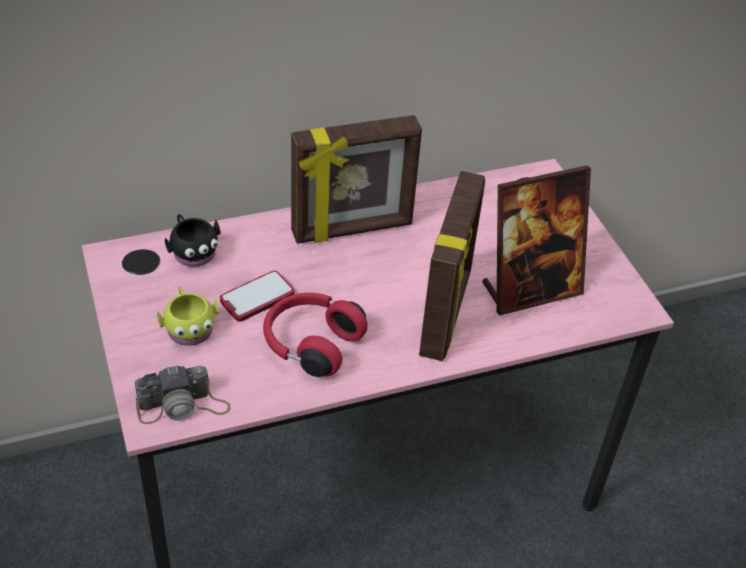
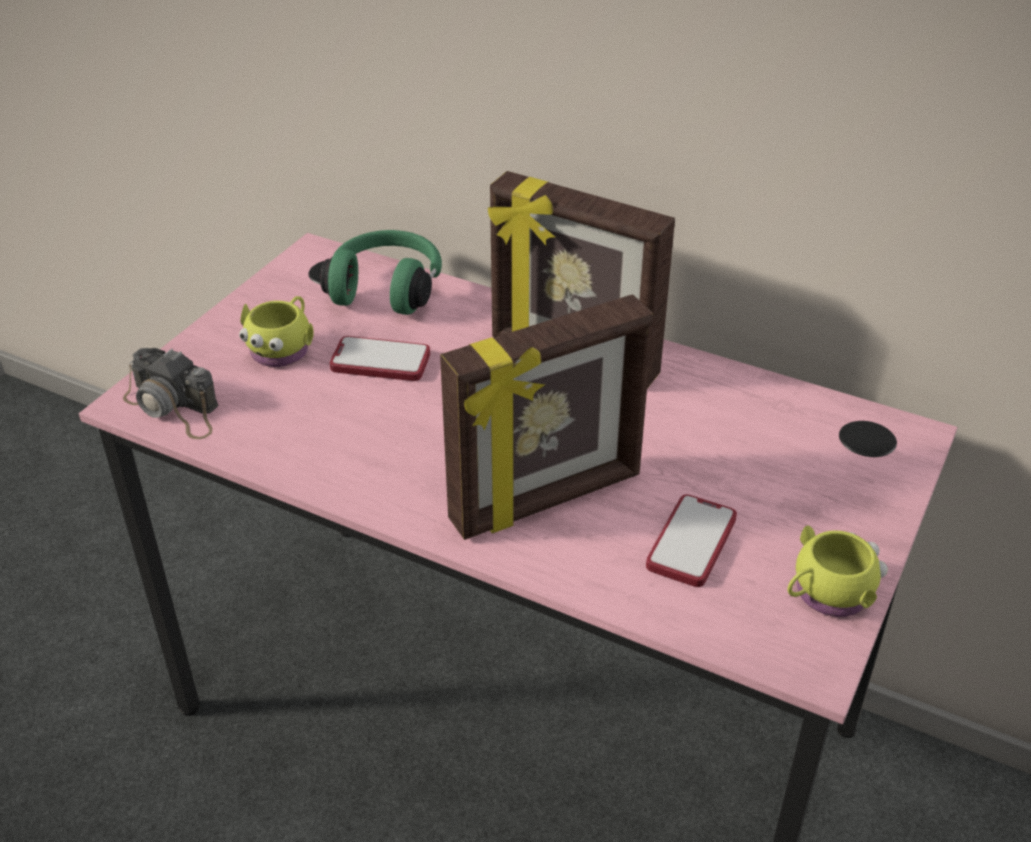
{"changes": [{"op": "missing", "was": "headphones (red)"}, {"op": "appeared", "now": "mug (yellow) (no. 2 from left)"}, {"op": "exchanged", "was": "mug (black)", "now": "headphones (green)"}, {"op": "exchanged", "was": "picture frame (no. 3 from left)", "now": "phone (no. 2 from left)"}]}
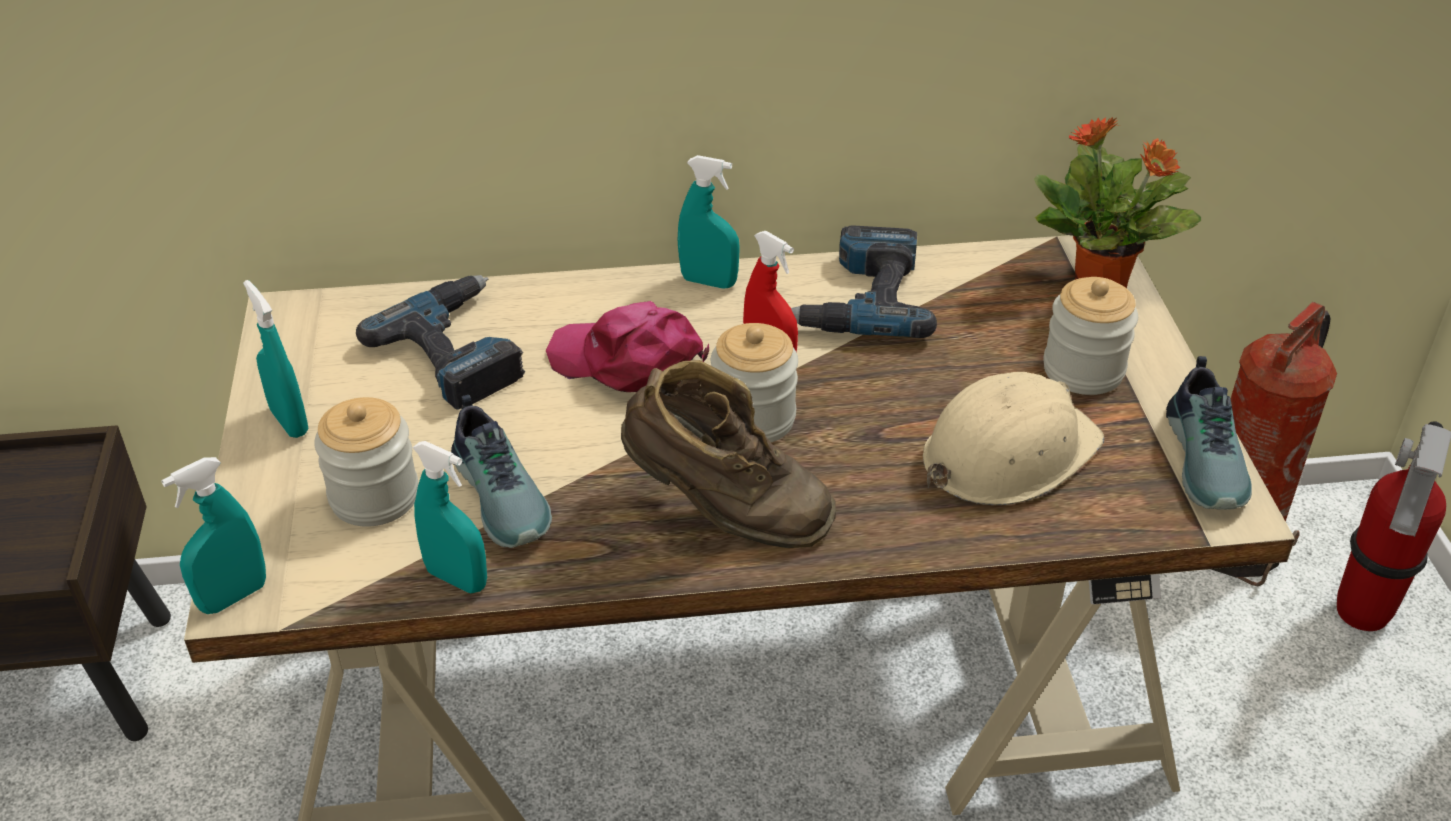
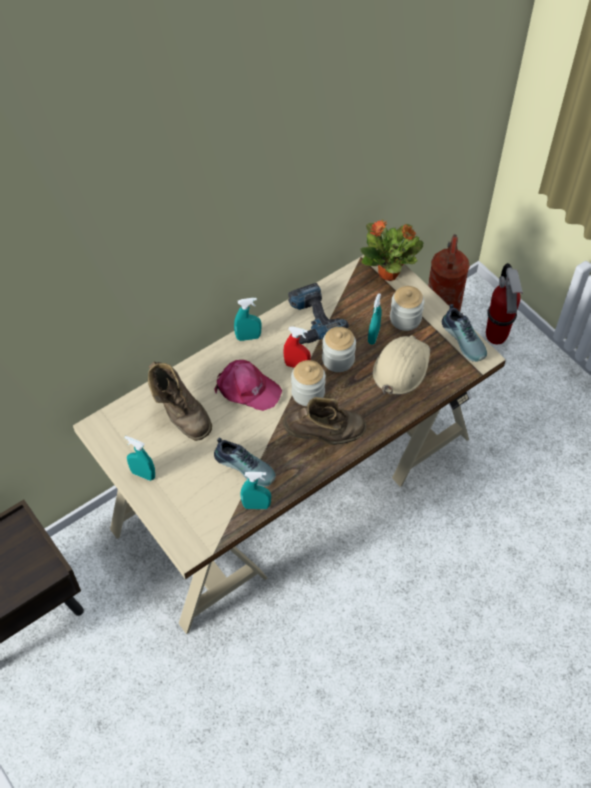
{"changes": [{"op": "relocated", "was": "spray bottle (turquoise) (no. 1 from left in the first image)", "now": "spray bottle (turquoise) (no. 4 from left)"}, {"op": "relocated", "was": "jar (no. 1 from left in the first image)", "now": "jar (no. 2 from left)"}, {"op": "exchanged", "was": "power drill (no. 1 from left)", "now": "boot (brown) (no. 1 from left)"}, {"op": "spun", "was": "cap (pink)", "clockwise": -150}]}
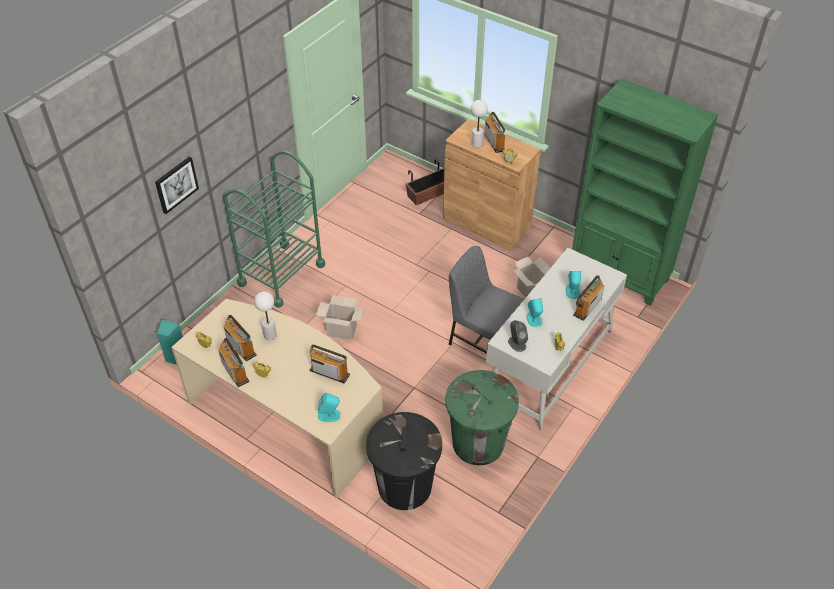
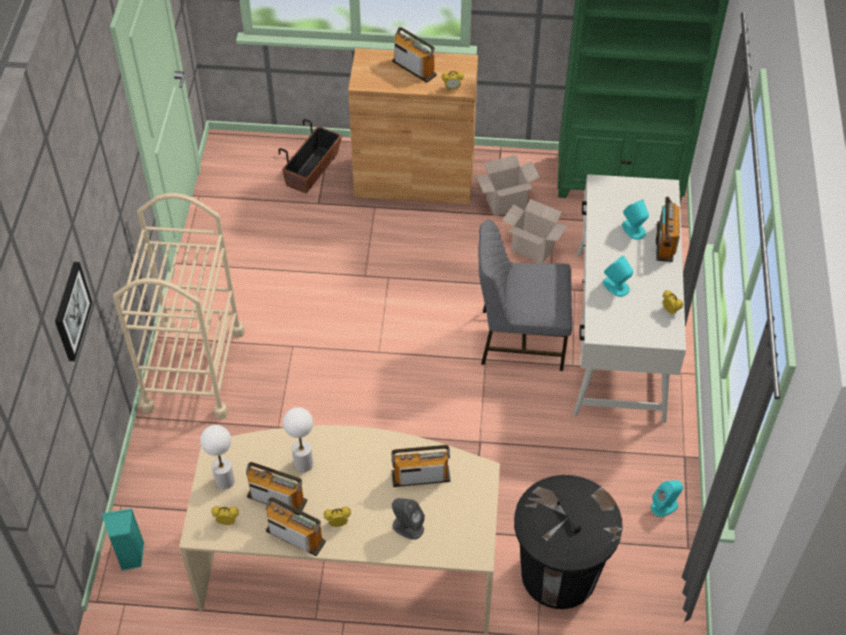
{"changes": [{"op": "missing", "was": "trash can (green)"}, {"op": "relocated", "was": "cardboard box (no. 1 from left)"}, {"op": "relocated", "was": "speaker (turquoise) (no. 2 from left in the first image)", "now": "speaker (turquoise) (no. 4 from left)"}, {"op": "relocated", "was": "table lamp (white) (no. 2 from left in the first image)", "now": "table lamp (white) (no. 1 from left)"}, {"op": "relocated", "was": "speaker (grey)"}, {"op": "colour", "was": "cart (green)", "now": "cart (beige)"}]}
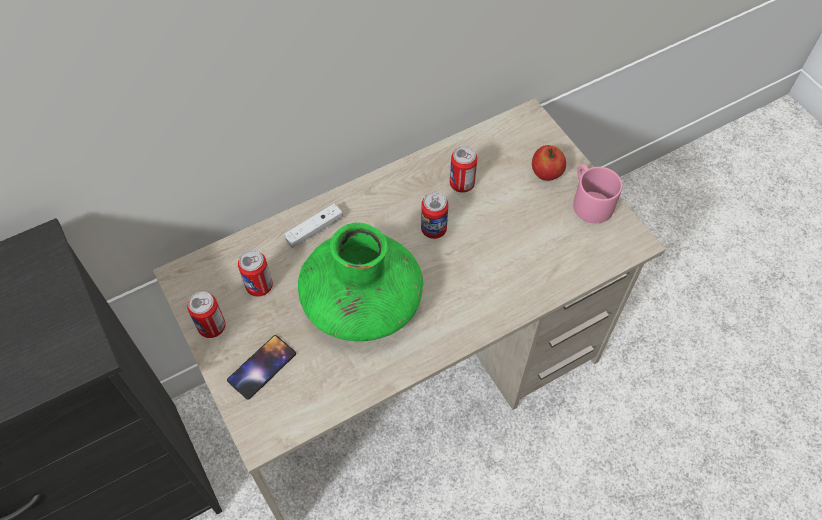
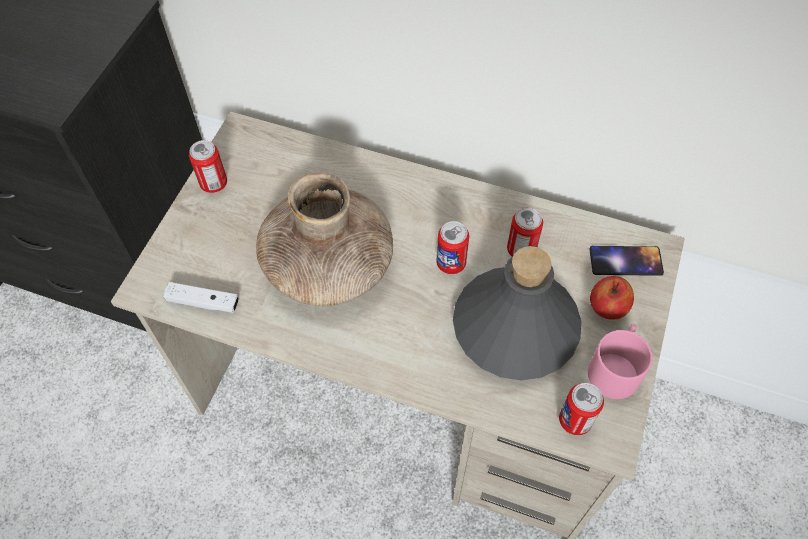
{"changes": [{"op": "appeared", "now": "bottle (grey)"}, {"op": "relocated", "was": "phone"}, {"op": "relocated", "was": "can (no. 2 from left in the first image)", "now": "can (no. 4 from left)"}, {"op": "relocated", "was": "game controller (white)"}, {"op": "colour", "was": "vase (green)", "now": "vase (brown)"}]}
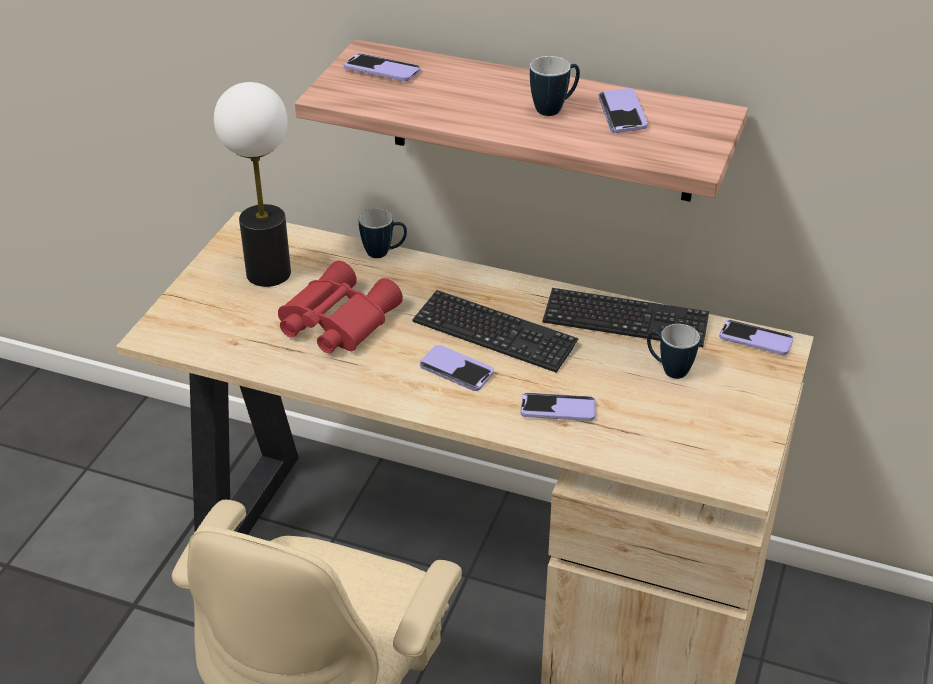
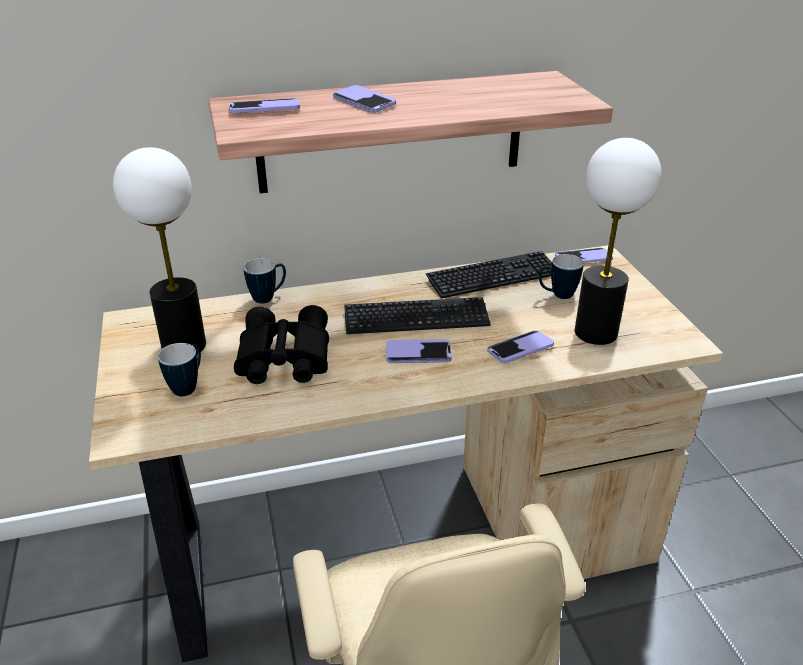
{"changes": [{"op": "appeared", "now": "table lamp (no. 2 from left)"}, {"op": "relocated", "was": "mug (no. 2 from left in the first image)", "now": "mug (no. 1 from left)"}, {"op": "relocated", "was": "phone (no. 4 from left in the first image)", "now": "phone (no. 2 from left)"}, {"op": "colour", "was": "binoculars (red)", "now": "binoculars (black)"}]}
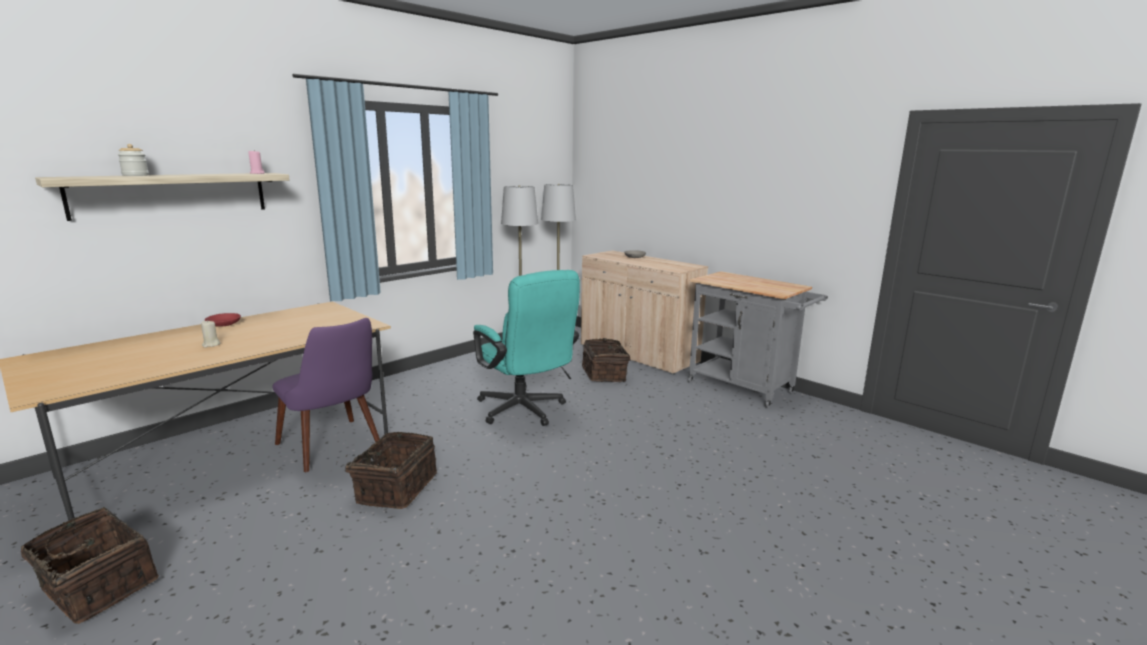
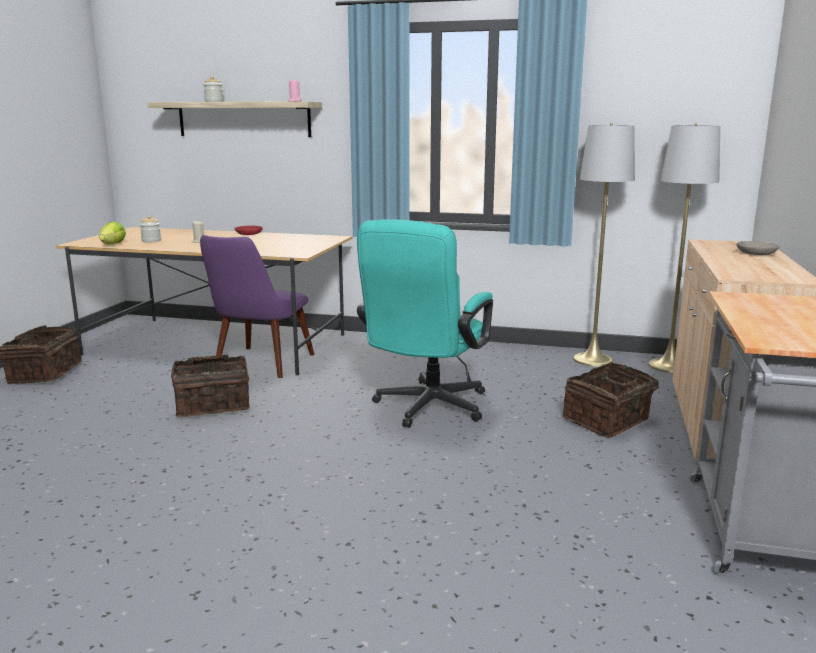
{"changes": [{"op": "appeared", "now": "lettuce"}, {"op": "appeared", "now": "jar (no. 1 from left)"}]}
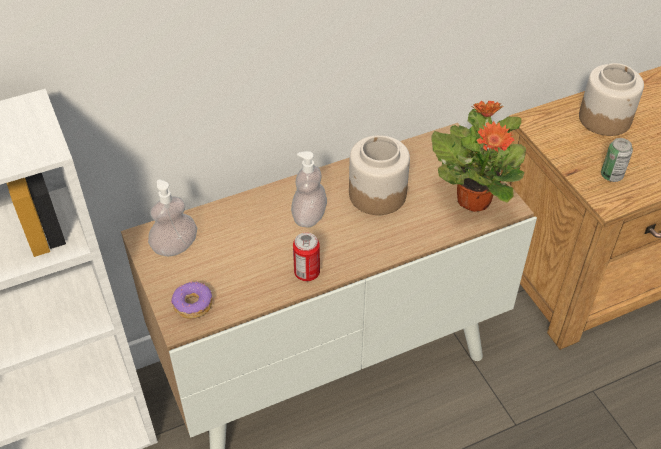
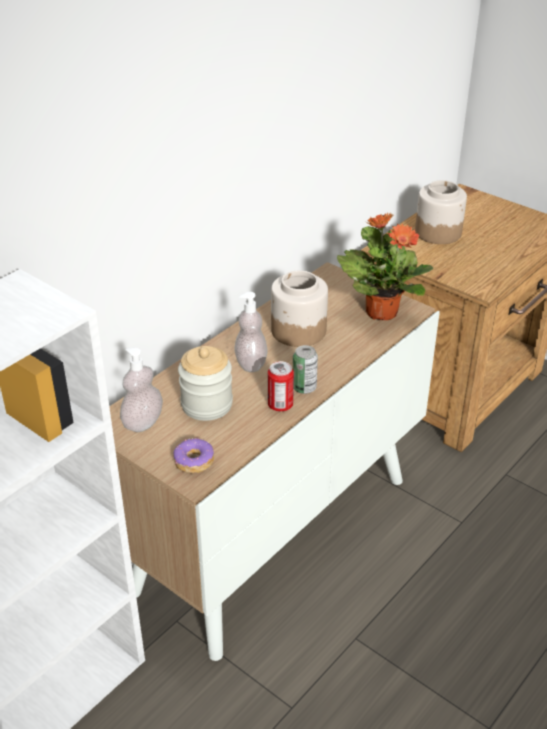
{"changes": [{"op": "appeared", "now": "jar (no. 1 from left)"}, {"op": "relocated", "was": "can (no. 2 from left)"}]}
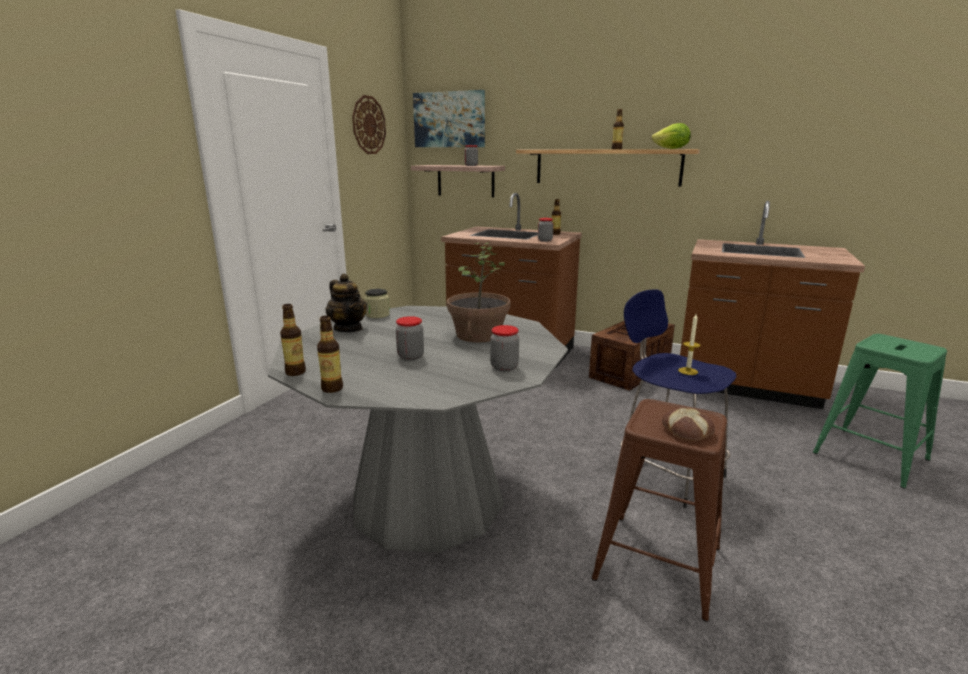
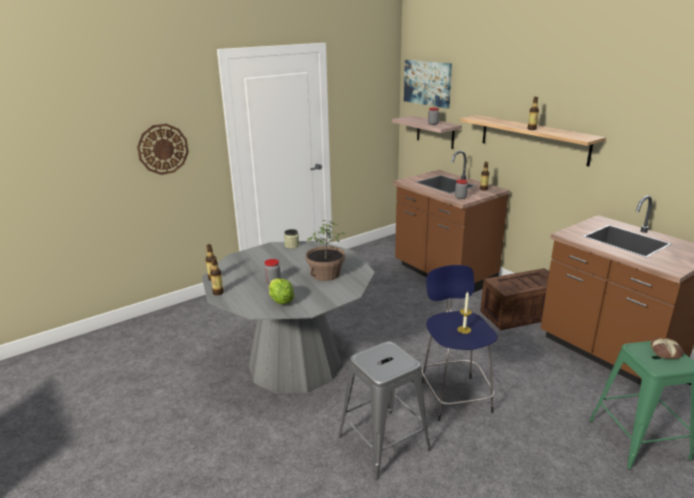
{"changes": [{"op": "missing", "was": "teapot"}, {"op": "missing", "was": "jar (no. 4 from left)"}, {"op": "relocated", "was": "wall clock"}, {"op": "relocated", "was": "lettuce"}, {"op": "relocated", "was": "bread"}, {"op": "colour", "was": "stool (brown)", "now": "stool (grey)"}]}
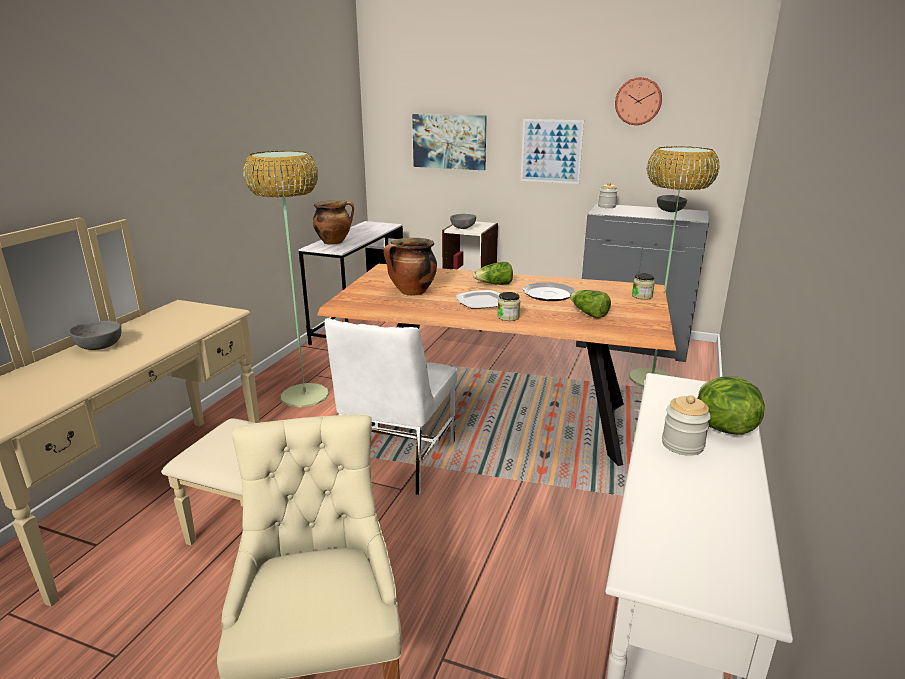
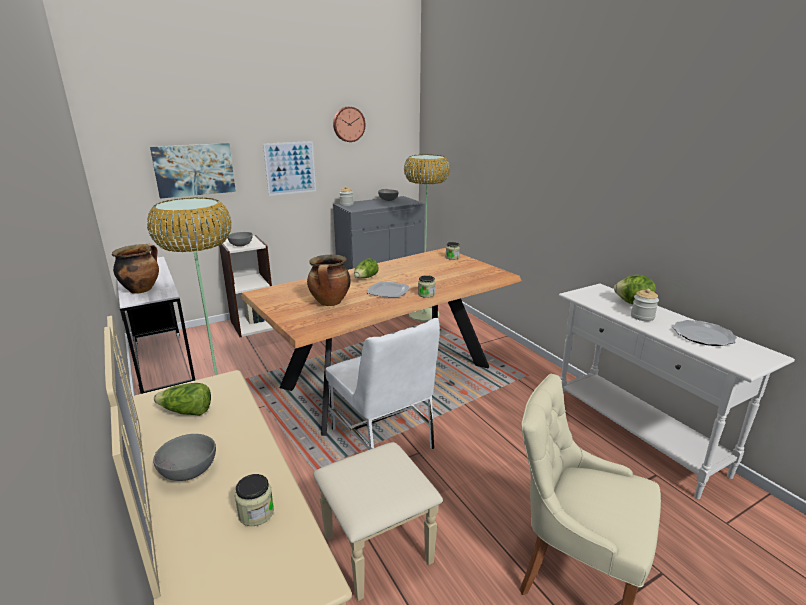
{"changes": [{"op": "appeared", "now": "jar (no. 1 from left)"}, {"op": "relocated", "was": "plate (no. 2 from left)"}, {"op": "relocated", "was": "lettuce (no. 2 from left in the first image)", "now": "lettuce (no. 1 from left)"}]}
